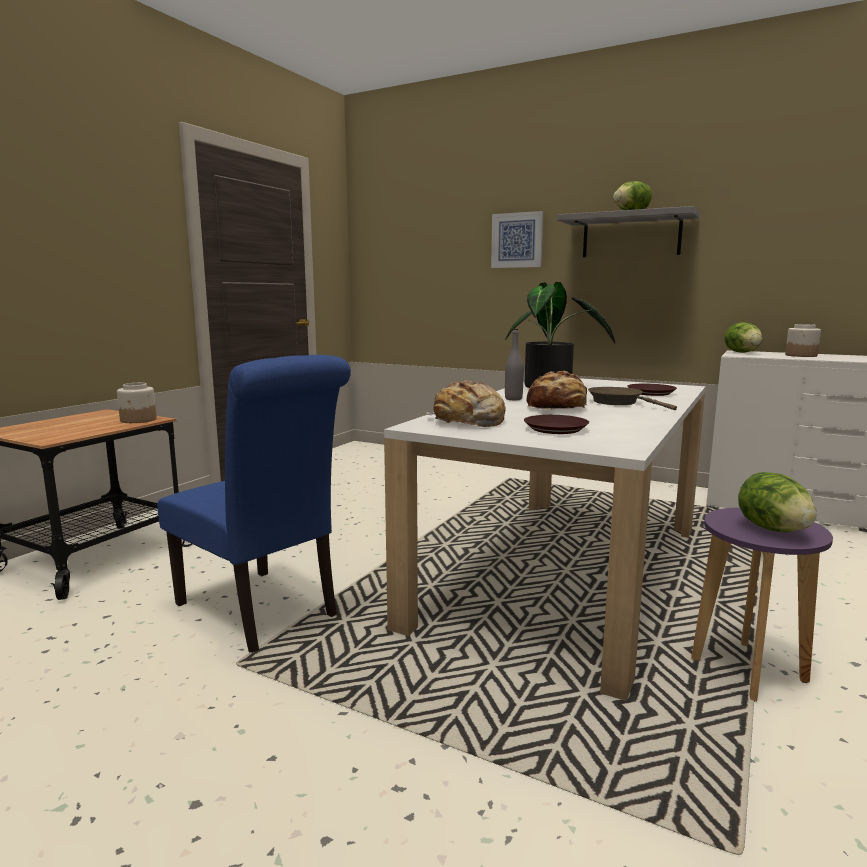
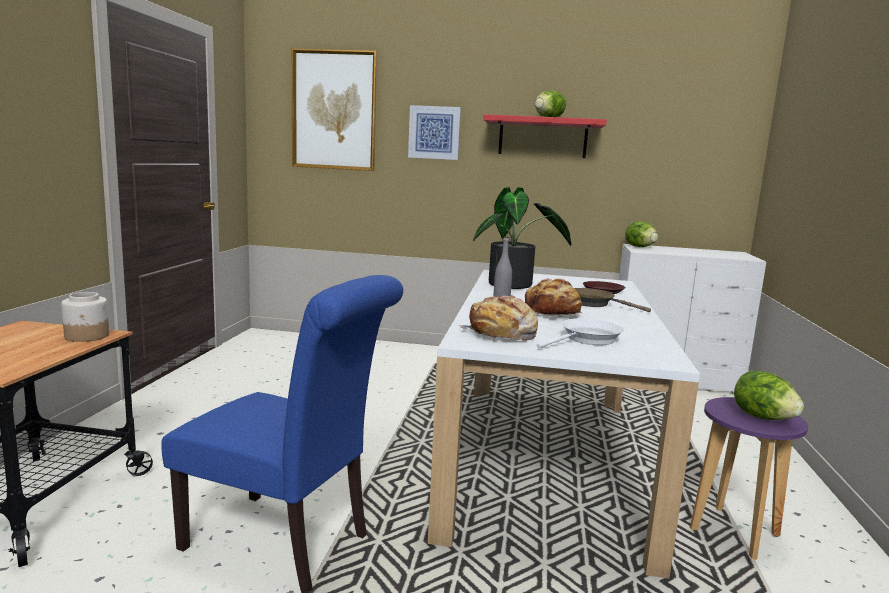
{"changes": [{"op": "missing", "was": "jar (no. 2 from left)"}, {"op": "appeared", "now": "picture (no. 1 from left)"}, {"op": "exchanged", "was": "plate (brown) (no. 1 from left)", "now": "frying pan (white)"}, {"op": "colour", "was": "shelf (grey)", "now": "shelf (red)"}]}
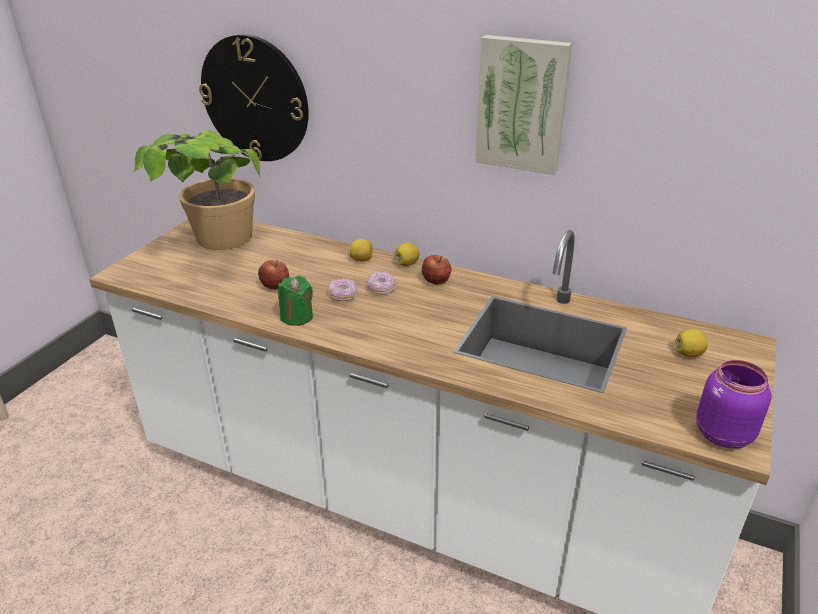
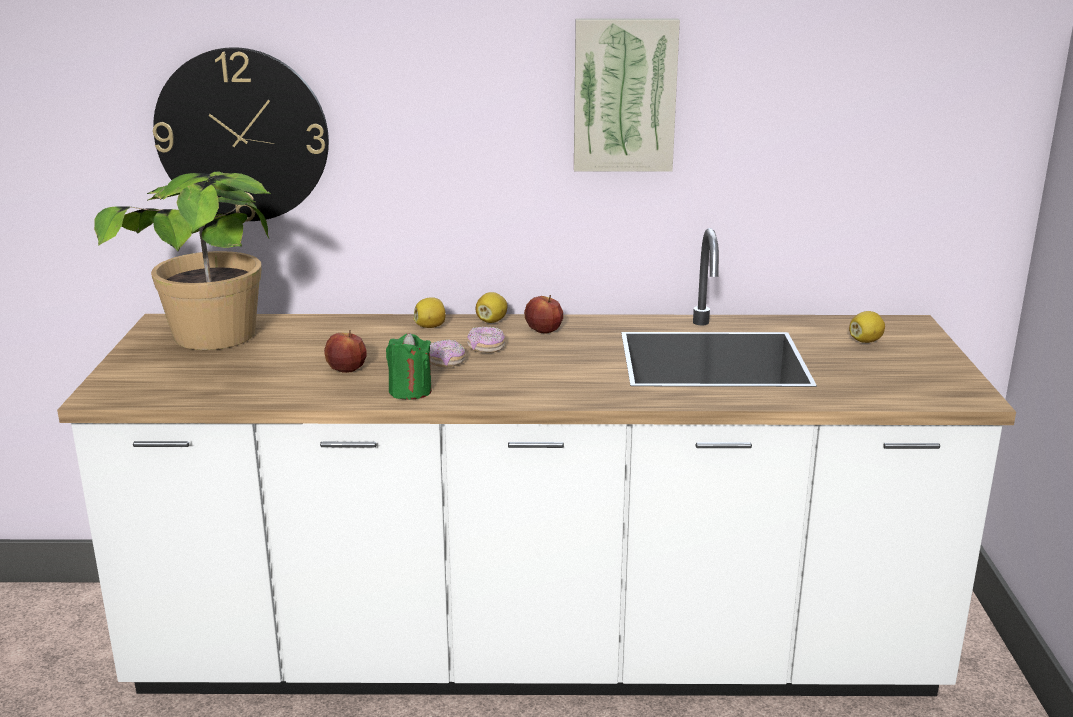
{"changes": [{"op": "missing", "was": "jar (purple)"}]}
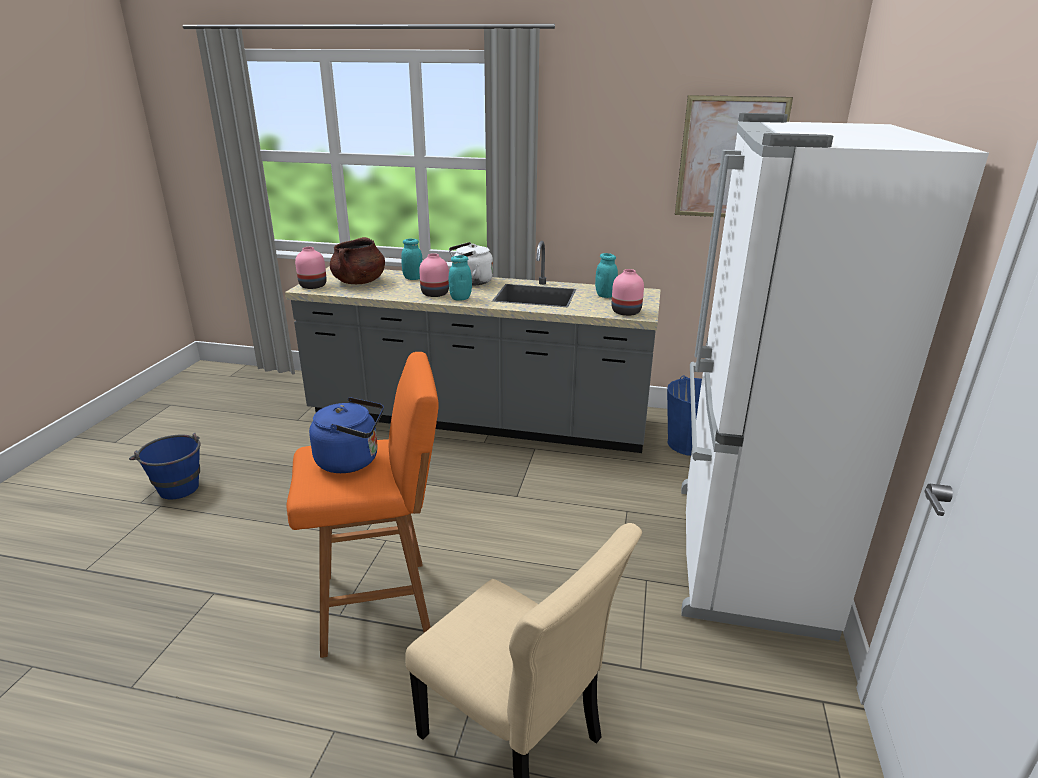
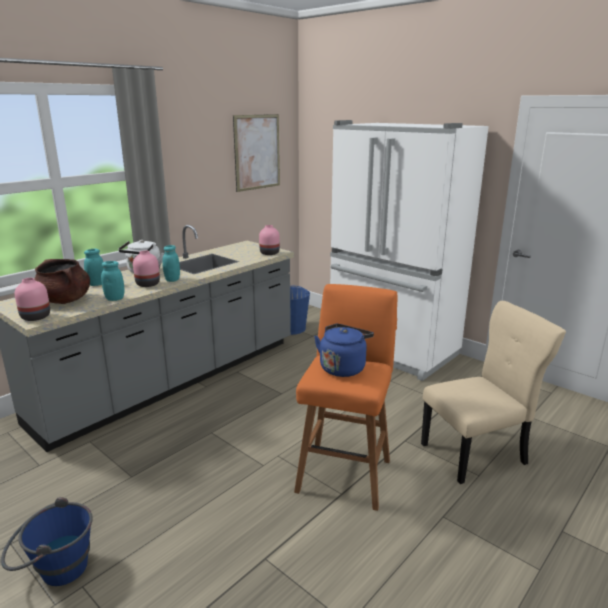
{"changes": [{"op": "relocated", "was": "jar (turquoise) (no. 3 from left in the first image)", "now": "jar (turquoise) (no. 2 from left)"}]}
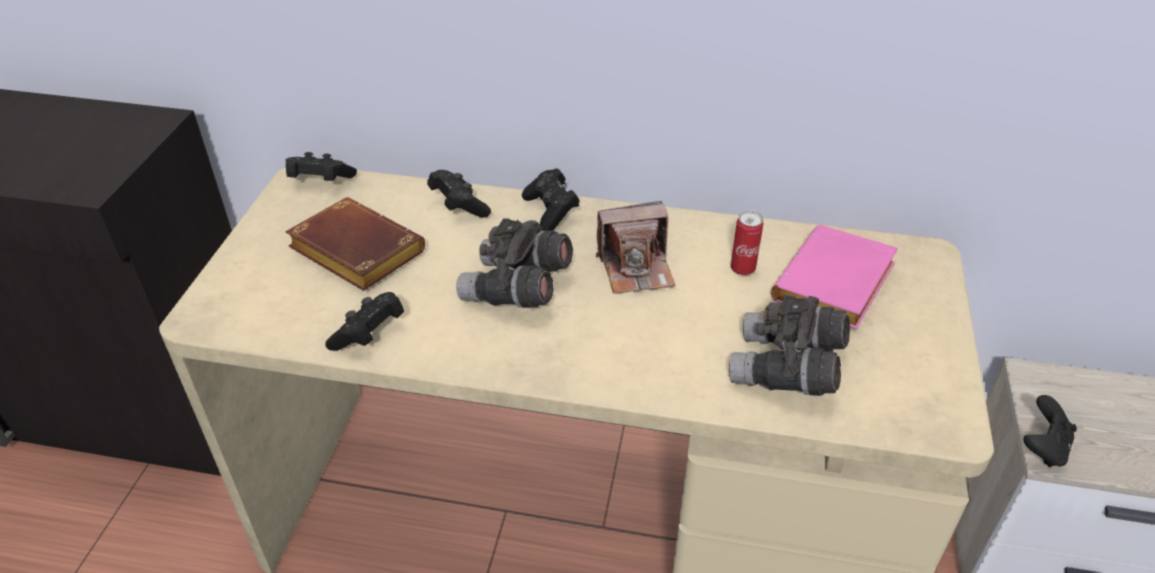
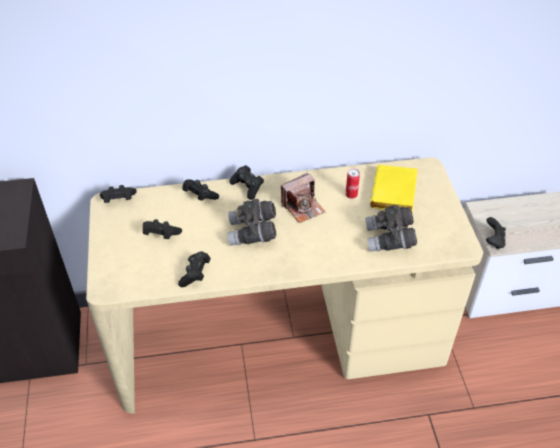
{"changes": [{"op": "exchanged", "was": "book (brown)", "now": "game controller (black) (no. 2 from left)"}, {"op": "colour", "was": "book (pink)", "now": "book (yellow)"}]}
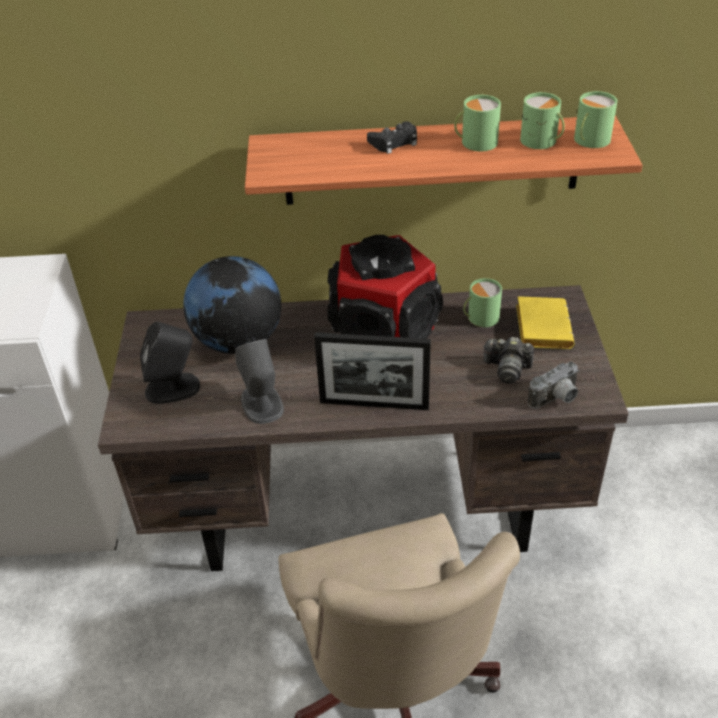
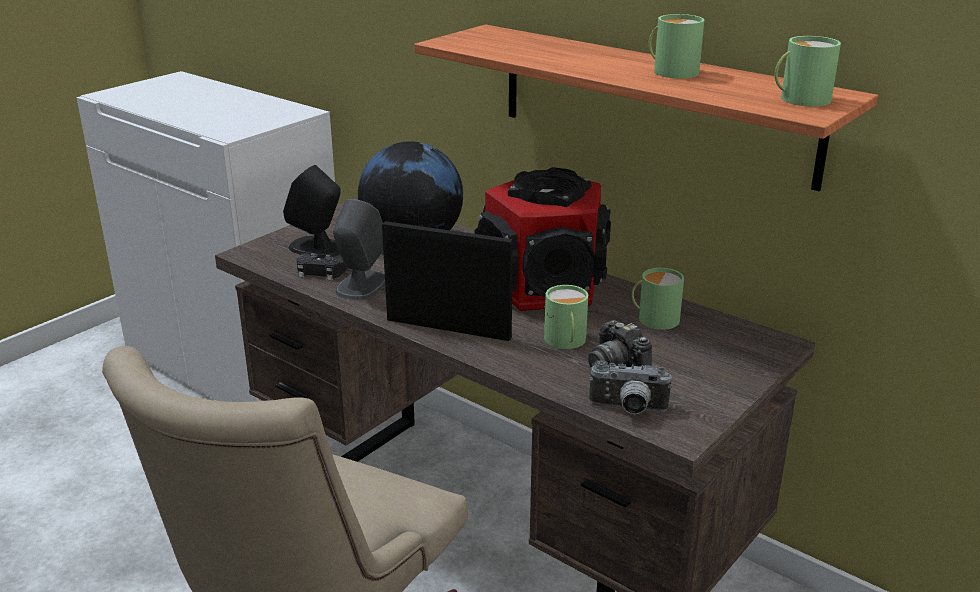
{"changes": [{"op": "missing", "was": "book (yellow)"}, {"op": "relocated", "was": "game controller (black)"}, {"op": "relocated", "was": "mug (green) (no. 3 from left in the first image)", "now": "mug (green) (no. 1 from left)"}, {"op": "spun", "was": "picture frame", "clockwise": 150}]}
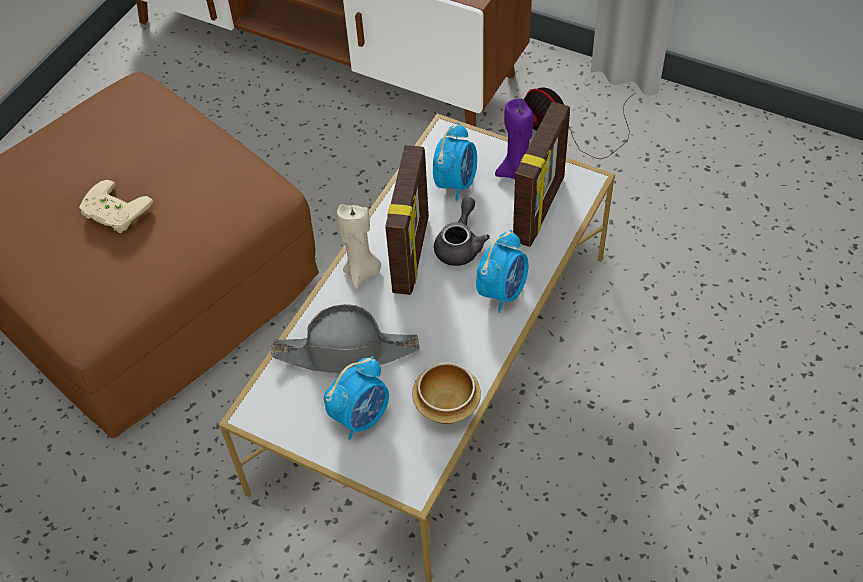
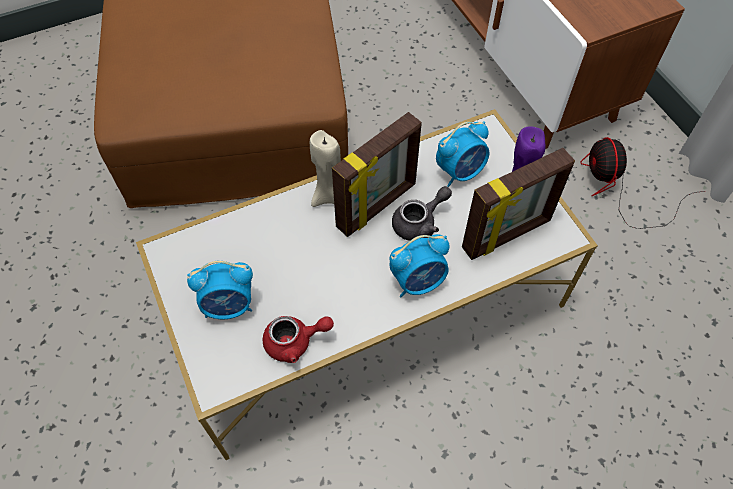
{"changes": [{"op": "missing", "was": "game controller (beige)"}, {"op": "missing", "was": "hat (grey)"}, {"op": "exchanged", "was": "bowl", "now": "teapot (red)"}]}
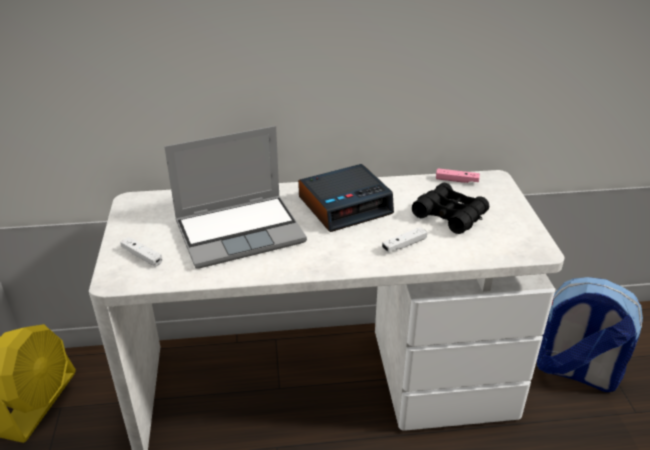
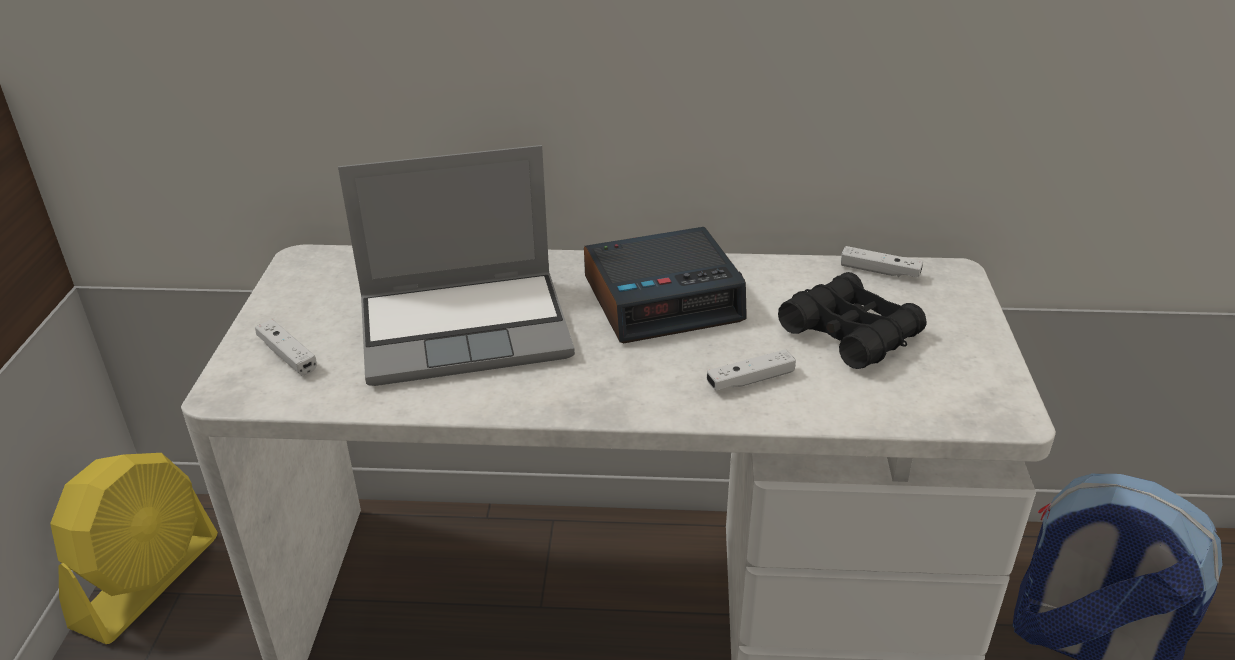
{"changes": [{"op": "colour", "was": "game controller (pink)", "now": "game controller (white) (no. 3 from left)"}]}
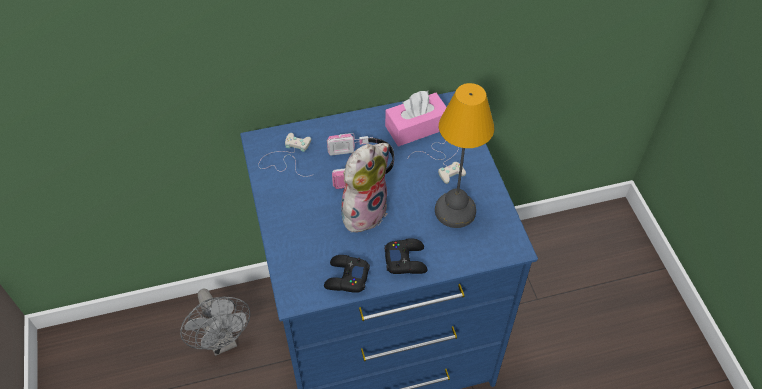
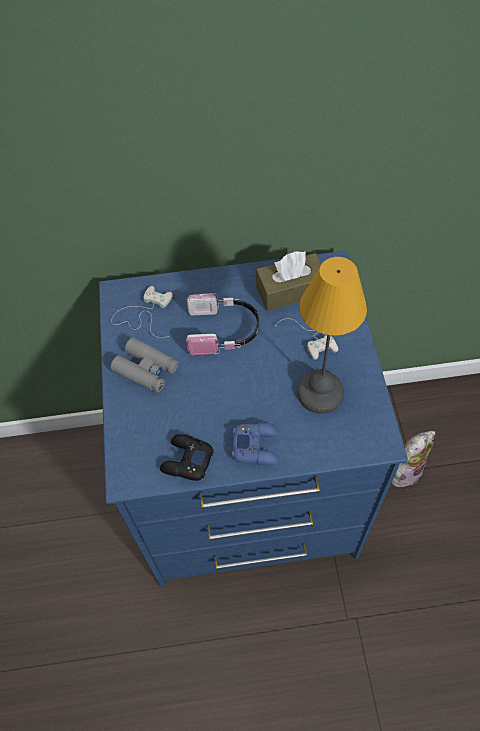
{"changes": [{"op": "missing", "was": "fan (grey)"}, {"op": "appeared", "now": "binoculars (grey)"}, {"op": "relocated", "was": "plush toy"}, {"op": "colour", "was": "game controller (black) (no. 2 from left)", "now": "game controller (blue)"}, {"op": "colour", "was": "tissue box (pink)", "now": "tissue box (brown)"}]}
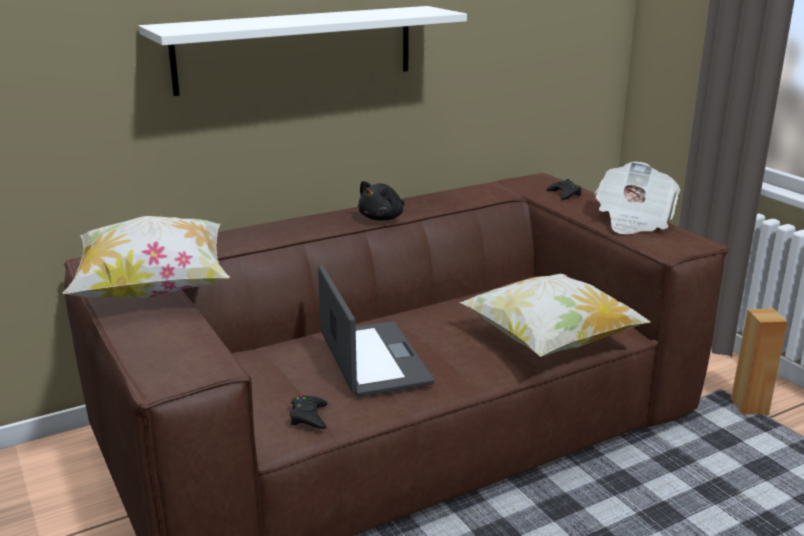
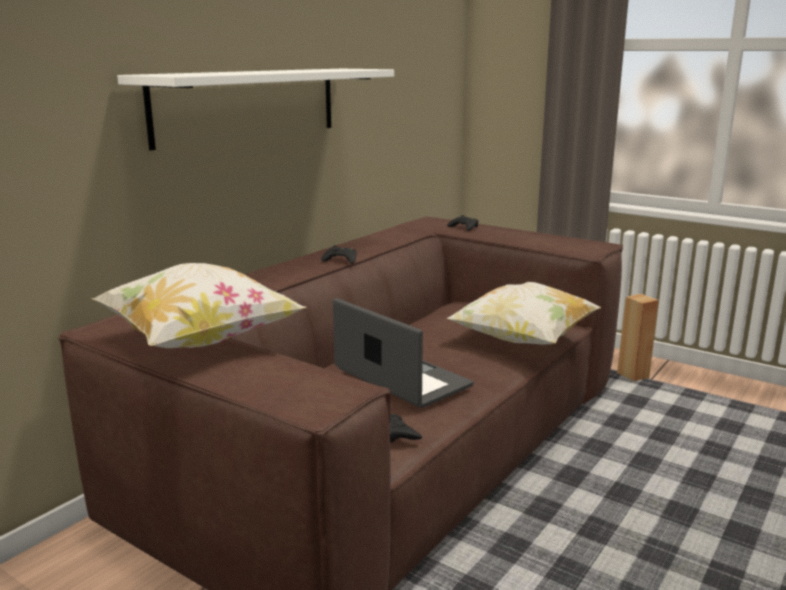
{"changes": [{"op": "missing", "was": "newspaper"}, {"op": "exchanged", "was": "plush toy (black)", "now": "game controller (black) (no. 1 from left)"}]}
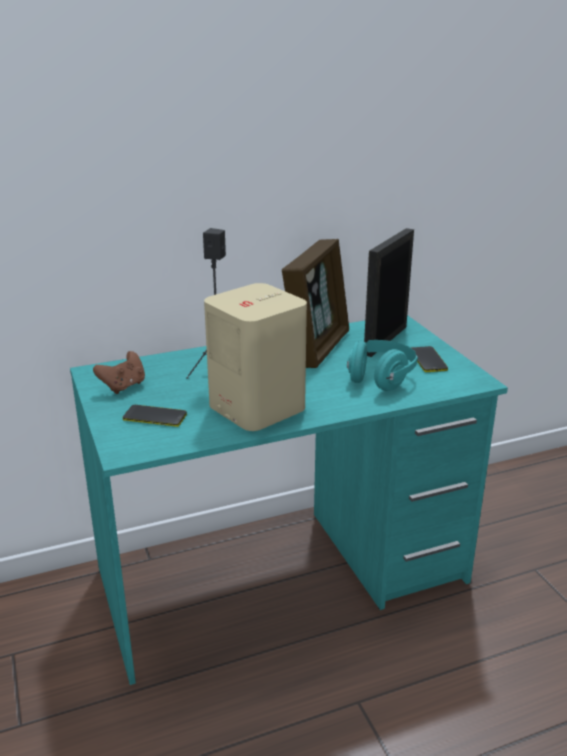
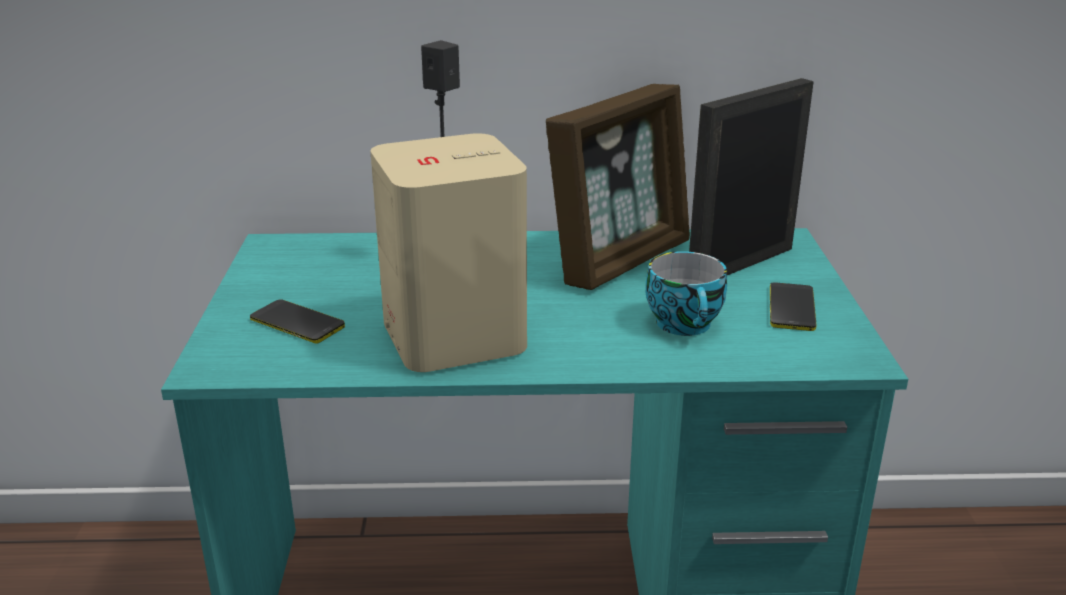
{"changes": [{"op": "missing", "was": "game controller (brown)"}, {"op": "exchanged", "was": "headphones (turquoise)", "now": "cup"}]}
